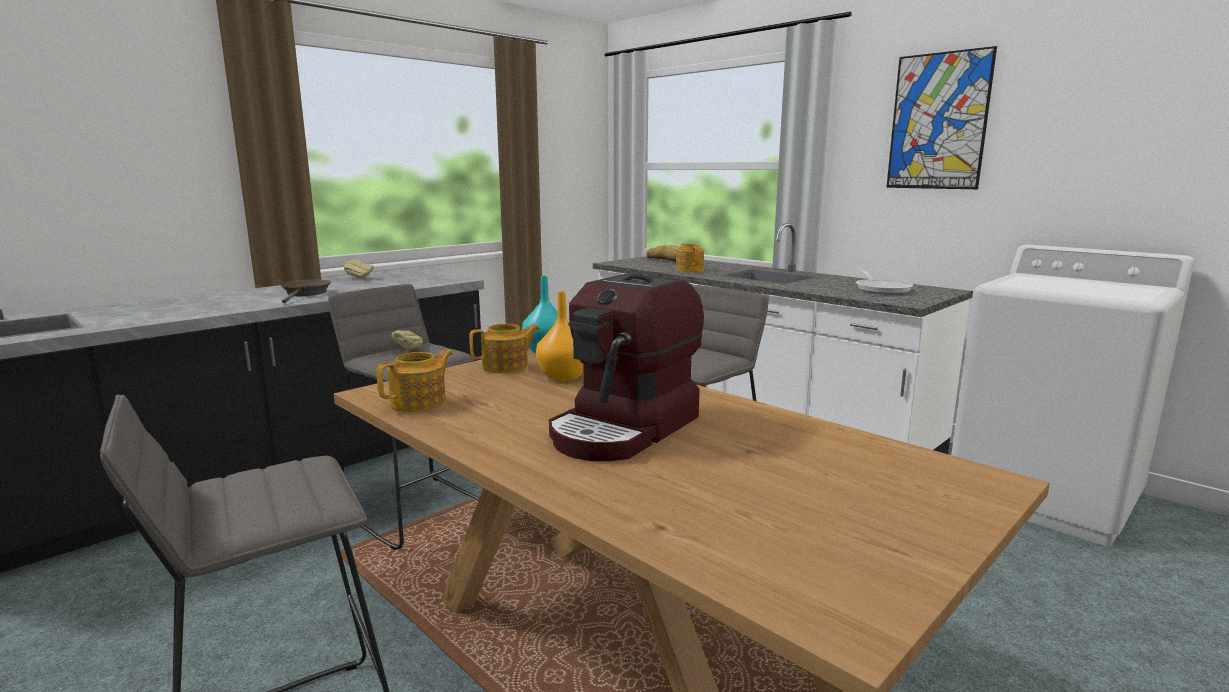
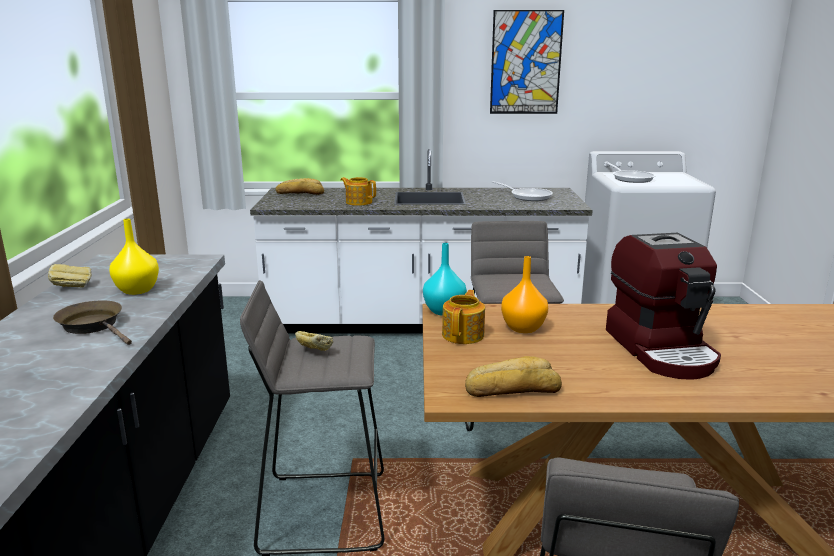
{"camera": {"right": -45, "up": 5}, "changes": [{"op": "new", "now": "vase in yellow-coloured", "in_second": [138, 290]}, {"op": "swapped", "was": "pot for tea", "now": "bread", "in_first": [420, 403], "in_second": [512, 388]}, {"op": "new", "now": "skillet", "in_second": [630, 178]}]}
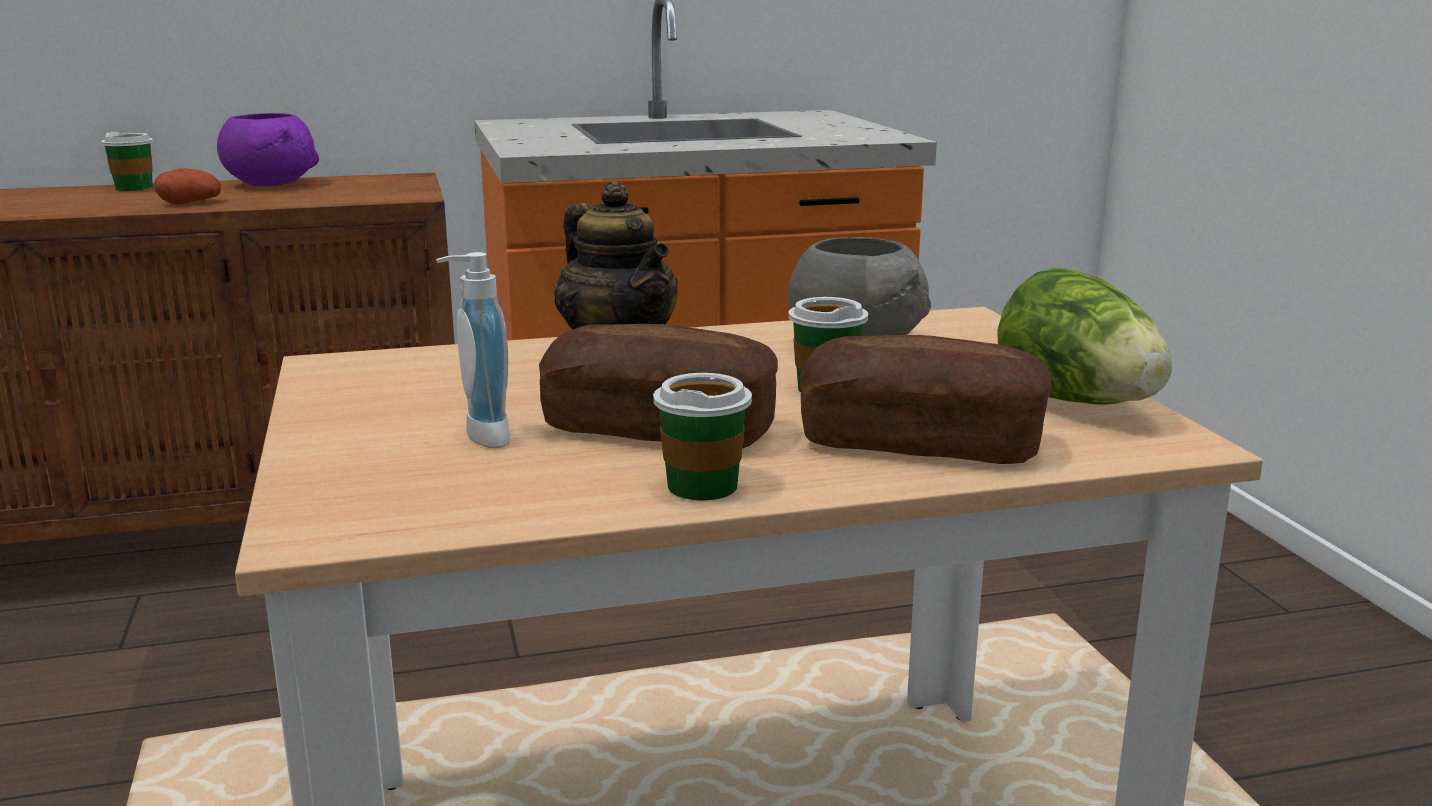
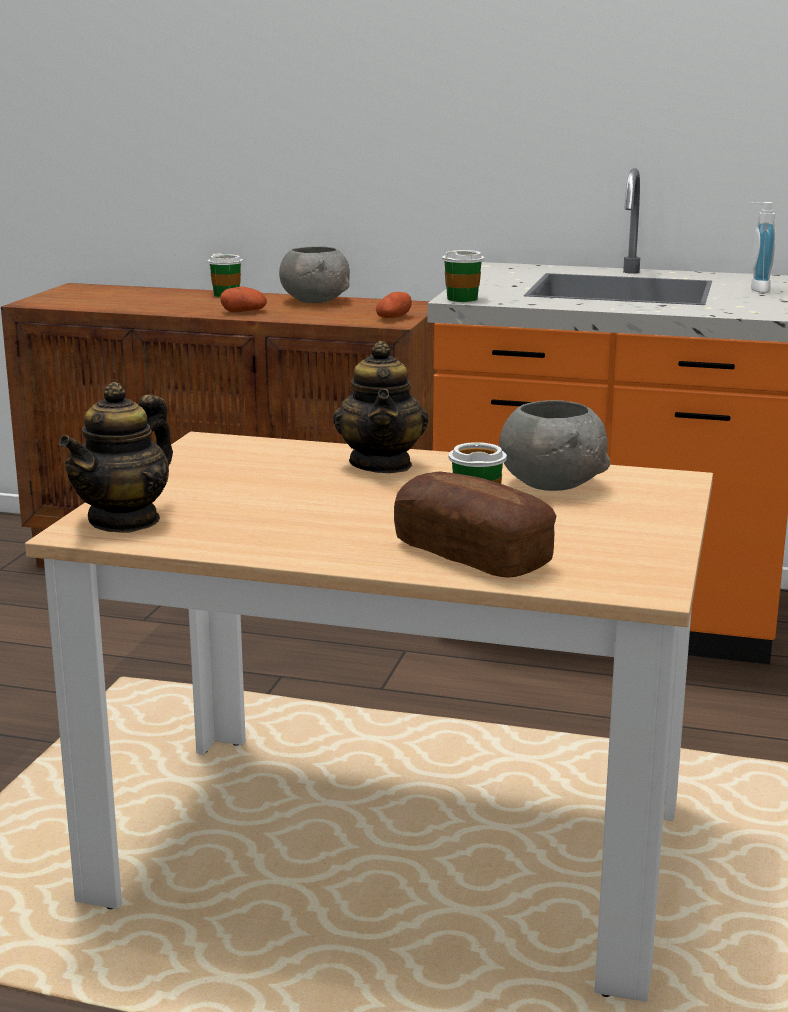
{"camera": {"right": 30, "up": 0}, "changes": [{"op": "new", "now": "pot for tea", "in_second": [124, 520]}, {"op": "repainted", "was": "serving bowl in purple", "now": "serving bowl in greyish", "in_first": [270, 184], "in_second": [315, 301]}, {"op": "new", "now": "whole potato", "in_second": [394, 318]}, {"op": "shifted", "was": "small cup", "in_first": [702, 486], "in_second": [462, 299]}, {"op": "shifted", "was": "soap dispenser", "in_first": [479, 438], "in_second": [756, 289]}, {"op": "gone", "was": "bread", "in_first": [659, 429]}, {"op": "gone", "was": "lettuce head", "in_first": [1079, 403]}]}
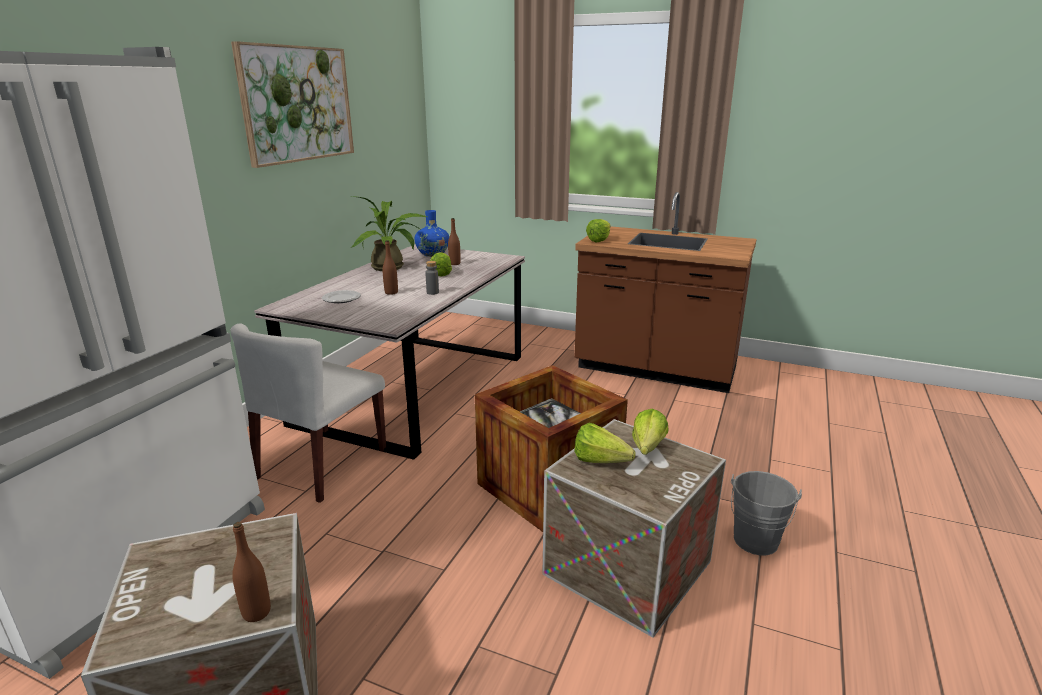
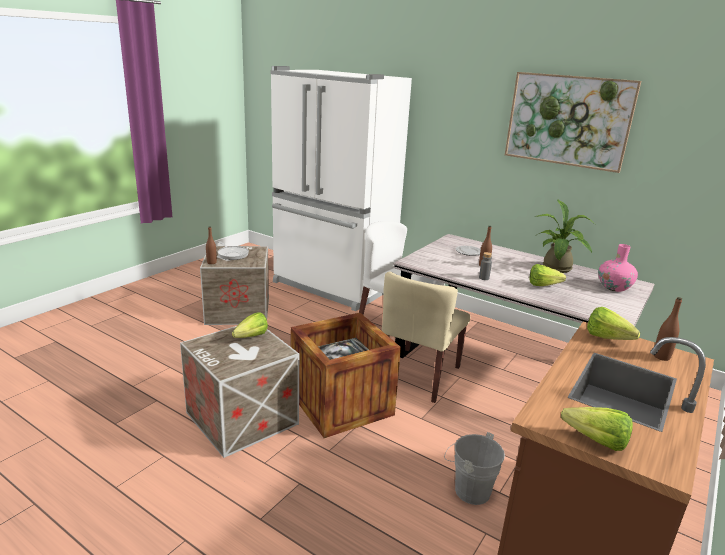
{"camera": {"right": 100, "up": 0}, "changes": [{"op": "new", "now": "skillet", "in_second": [232, 254]}, {"op": "new", "now": "upright chair in sand-coloured", "in_second": [419, 375]}, {"op": "shifted", "was": "bucket in greyish", "in_first": [755, 544], "in_second": [468, 489]}, {"op": "shifted", "was": "lettuce head", "in_first": [645, 450], "in_second": [591, 439]}, {"op": "repainted", "was": "vase in blue", "now": "vase in pink", "in_first": [433, 254], "in_second": [614, 287]}, {"op": "shifted", "was": "drink bottle in brownish", "in_first": [454, 263], "in_second": [661, 357]}]}
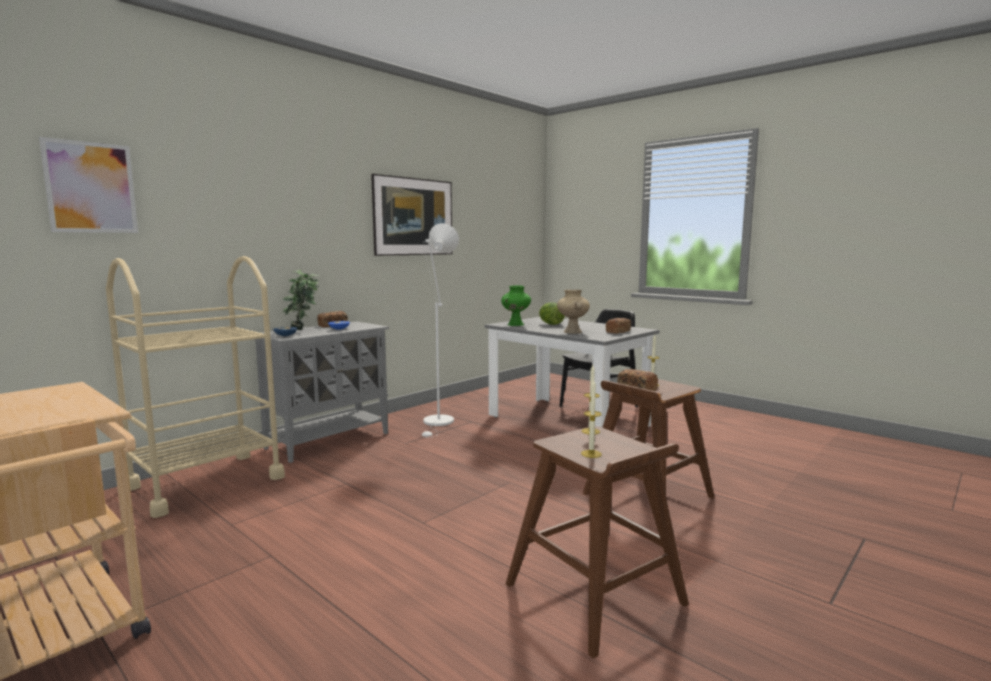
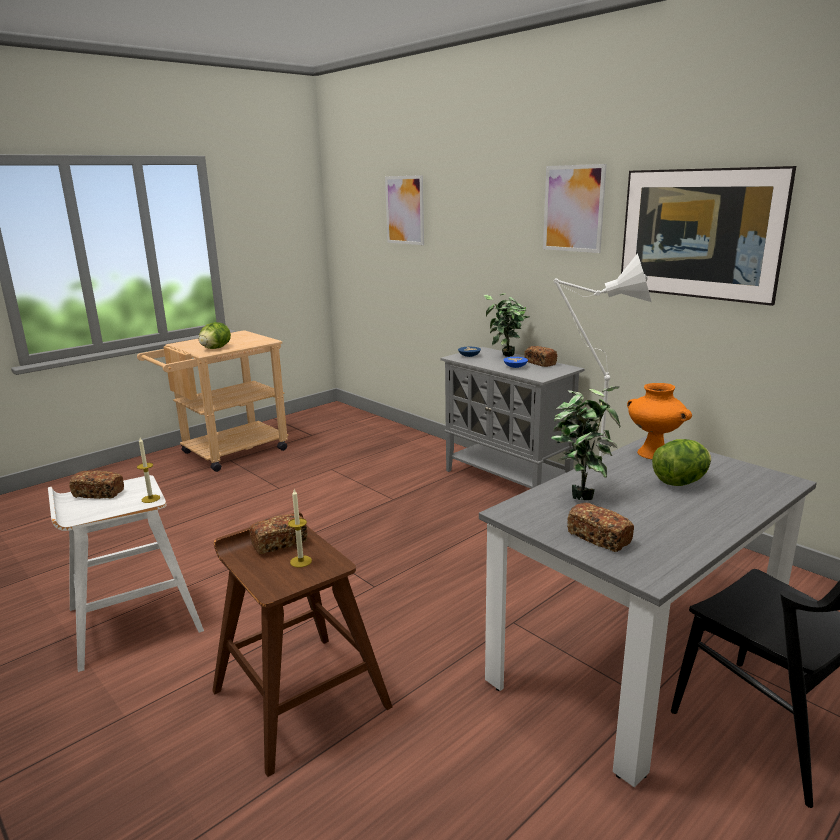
{"camera": {"right": 95, "up": 10}, "changes": [{"op": "repainted", "was": "stool seat in brownish", "now": "stool seat in white-coloured", "in_first": [595, 595], "in_second": [132, 619]}, {"op": "swapped", "was": "candle", "now": "bread", "in_first": [591, 454], "in_second": [99, 493]}, {"op": "new", "now": "lettuce head", "in_second": [215, 348]}, {"op": "new", "now": "wall picture", "in_second": [573, 208]}, {"op": "swapped", "was": "vase in sand-coloured", "now": "potted plant", "in_first": [572, 332], "in_second": [580, 493]}, {"op": "repainted", "was": "vase in green-coloured", "now": "vase in orange-coloured", "in_first": [515, 325], "in_second": [652, 454]}, {"op": "gone", "was": "trolley in sand-coloured", "in_first": [206, 482]}]}
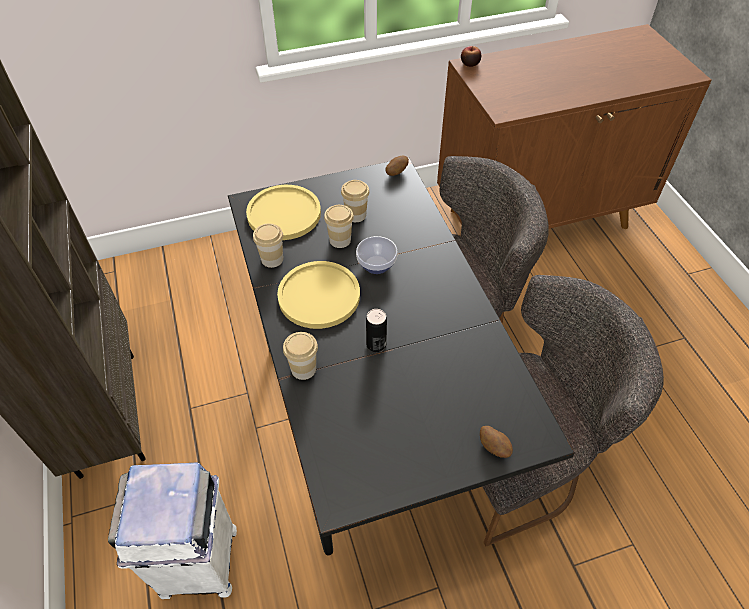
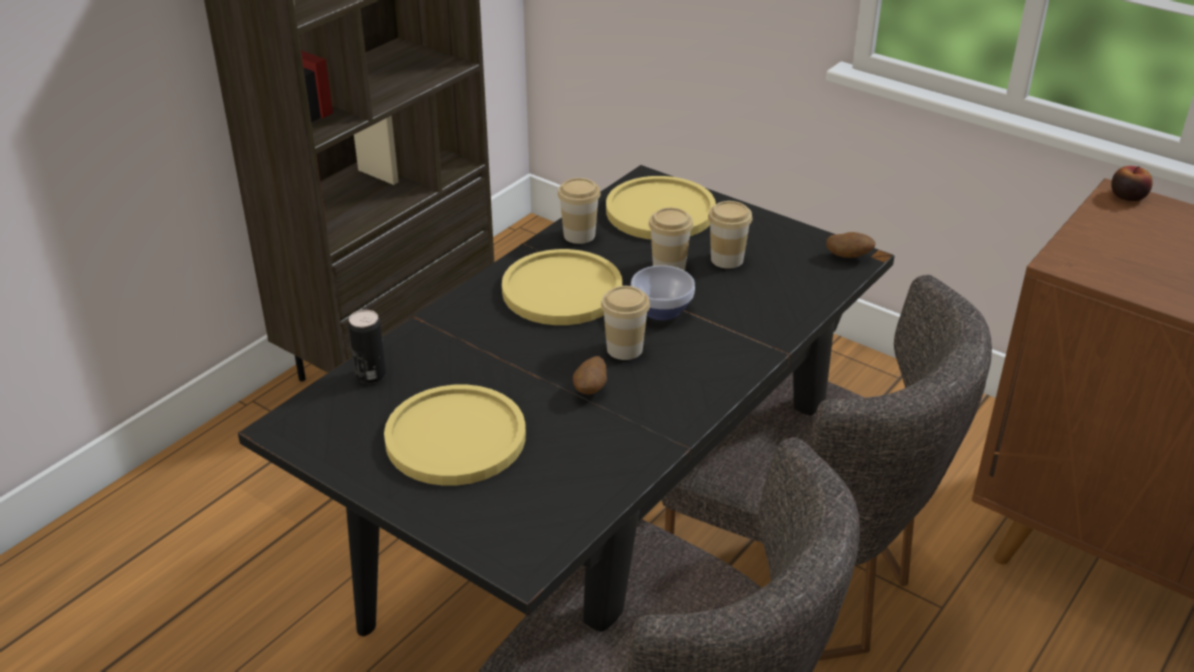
{"camera": {"right": 55, "up": -15}, "changes": [{"op": "shifted", "was": "sealed can", "in_first": [376, 344], "in_second": [371, 375]}, {"op": "new", "now": "flat dish in yellow-coloured", "in_second": [455, 437]}, {"op": "shifted", "was": "whole potato", "in_first": [494, 447], "in_second": [591, 389]}, {"op": "shifted", "was": "small cup", "in_first": [303, 369], "in_second": [624, 349]}, {"op": "gone", "was": "trash can in white-coloured", "in_first": [198, 563]}]}
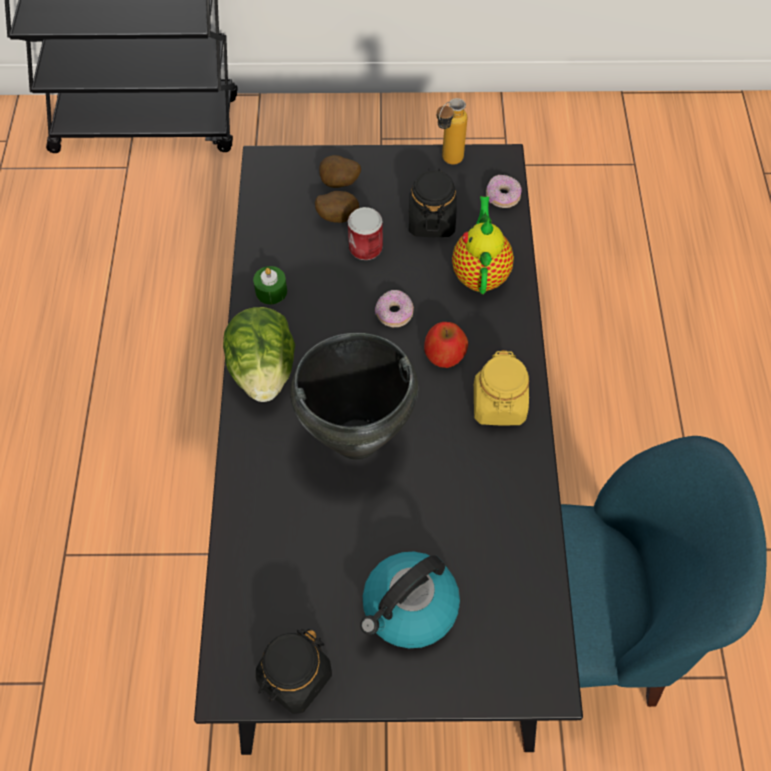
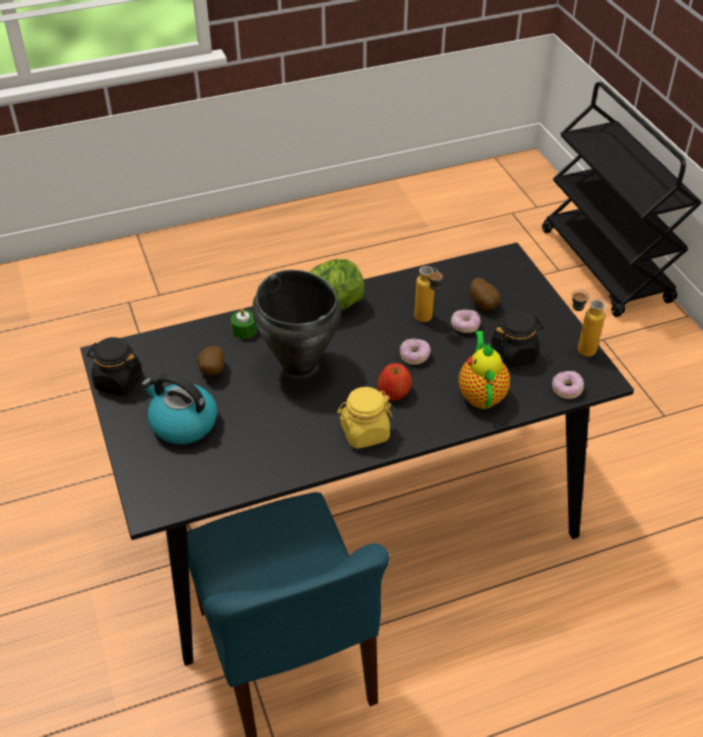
{"camera": {"right": 70, "up": -15}, "changes": [{"op": "shifted", "was": "whole potato", "in_first": [339, 184], "in_second": [211, 371]}, {"op": "shifted", "was": "candle in green-coloured", "in_first": [271, 291], "in_second": [244, 330]}, {"op": "new", "now": "drink bottle", "in_second": [427, 321]}, {"op": "swapped", "was": "sealed can", "now": "doughnut", "in_first": [365, 248], "in_second": [465, 326]}, {"op": "rotated", "was": "pot for tea", "in_first": [480, 272], "in_second": [481, 394], "clockwise": -75}]}
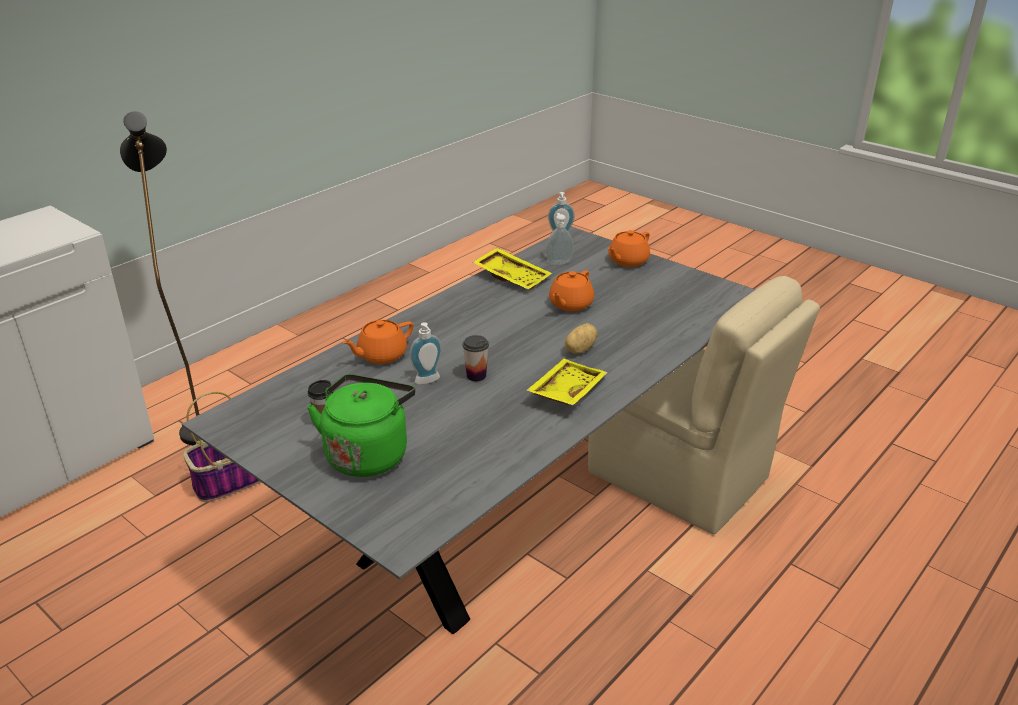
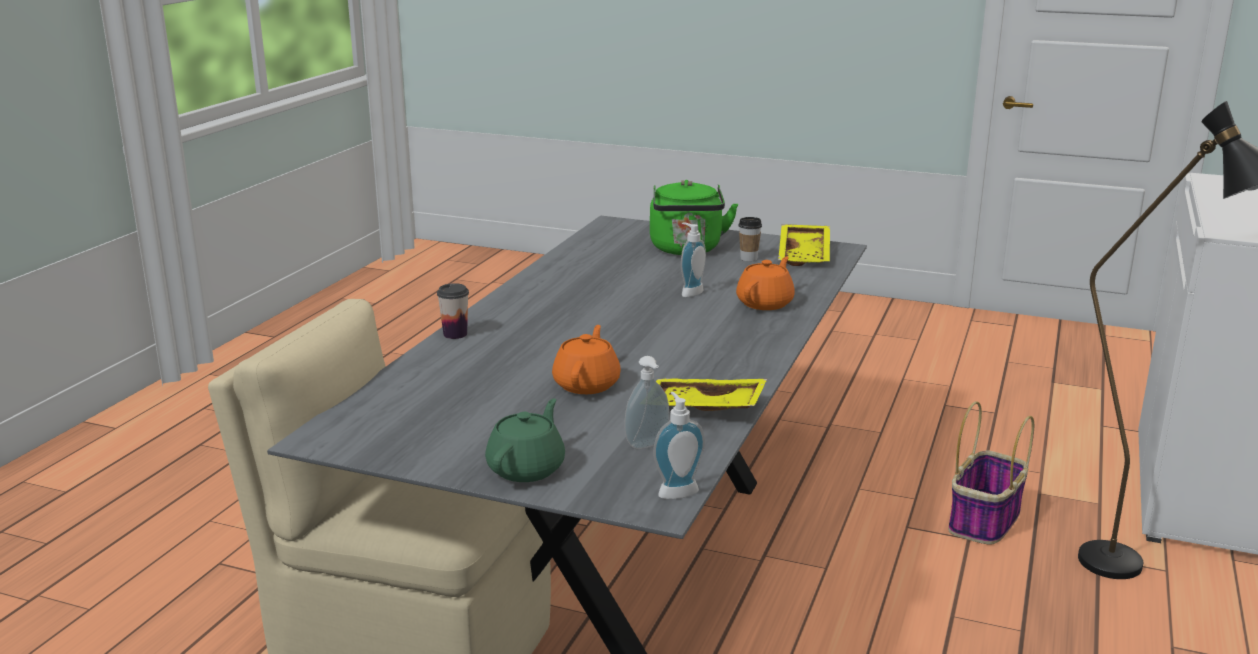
{"camera": {"right": 160, "up": -10}, "changes": [{"op": "shifted", "was": "small cup", "in_first": [476, 376], "in_second": [455, 334]}, {"op": "repainted", "was": "pot for tea in orange-coloured", "now": "pot for tea in green-coloured", "in_first": [627, 261], "in_second": [527, 468]}, {"op": "shifted", "was": "carrying tray in yellow-coloured", "in_first": [565, 391], "in_second": [806, 255]}, {"op": "gone", "was": "whole potato", "in_first": [579, 349]}]}
